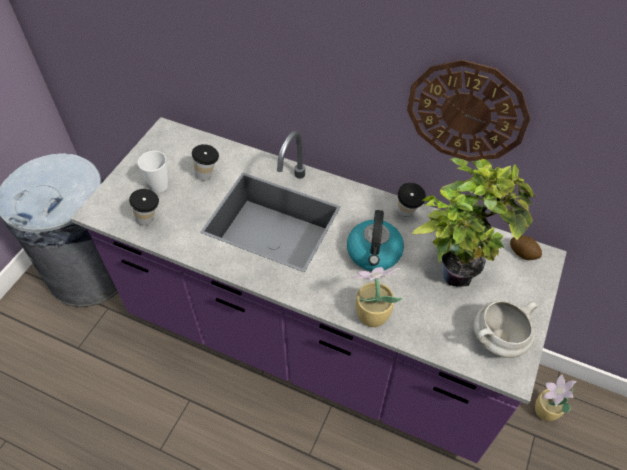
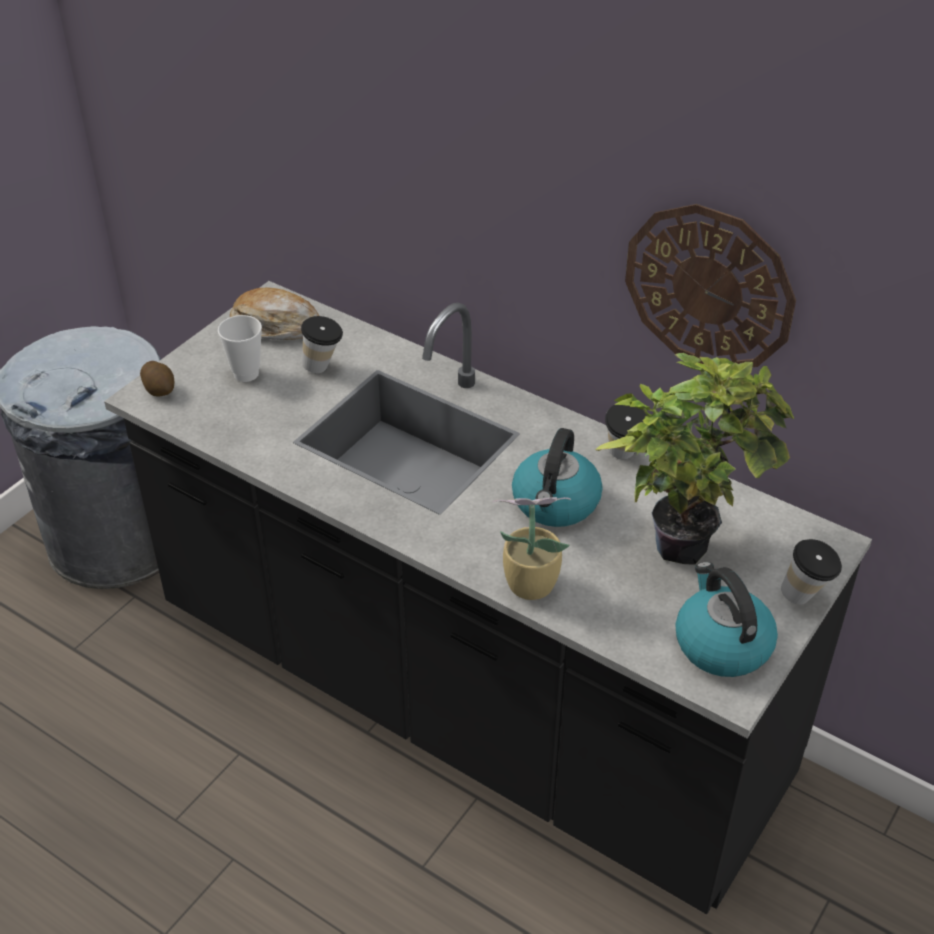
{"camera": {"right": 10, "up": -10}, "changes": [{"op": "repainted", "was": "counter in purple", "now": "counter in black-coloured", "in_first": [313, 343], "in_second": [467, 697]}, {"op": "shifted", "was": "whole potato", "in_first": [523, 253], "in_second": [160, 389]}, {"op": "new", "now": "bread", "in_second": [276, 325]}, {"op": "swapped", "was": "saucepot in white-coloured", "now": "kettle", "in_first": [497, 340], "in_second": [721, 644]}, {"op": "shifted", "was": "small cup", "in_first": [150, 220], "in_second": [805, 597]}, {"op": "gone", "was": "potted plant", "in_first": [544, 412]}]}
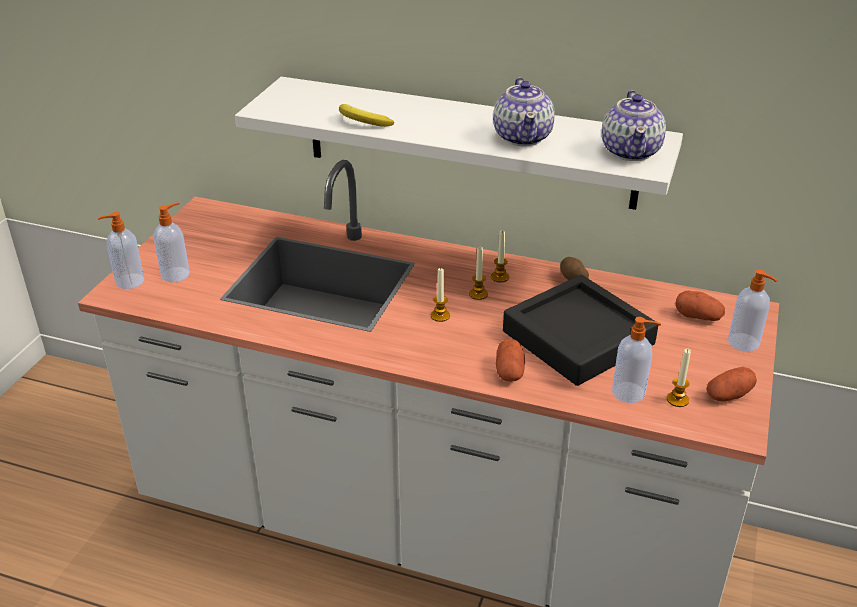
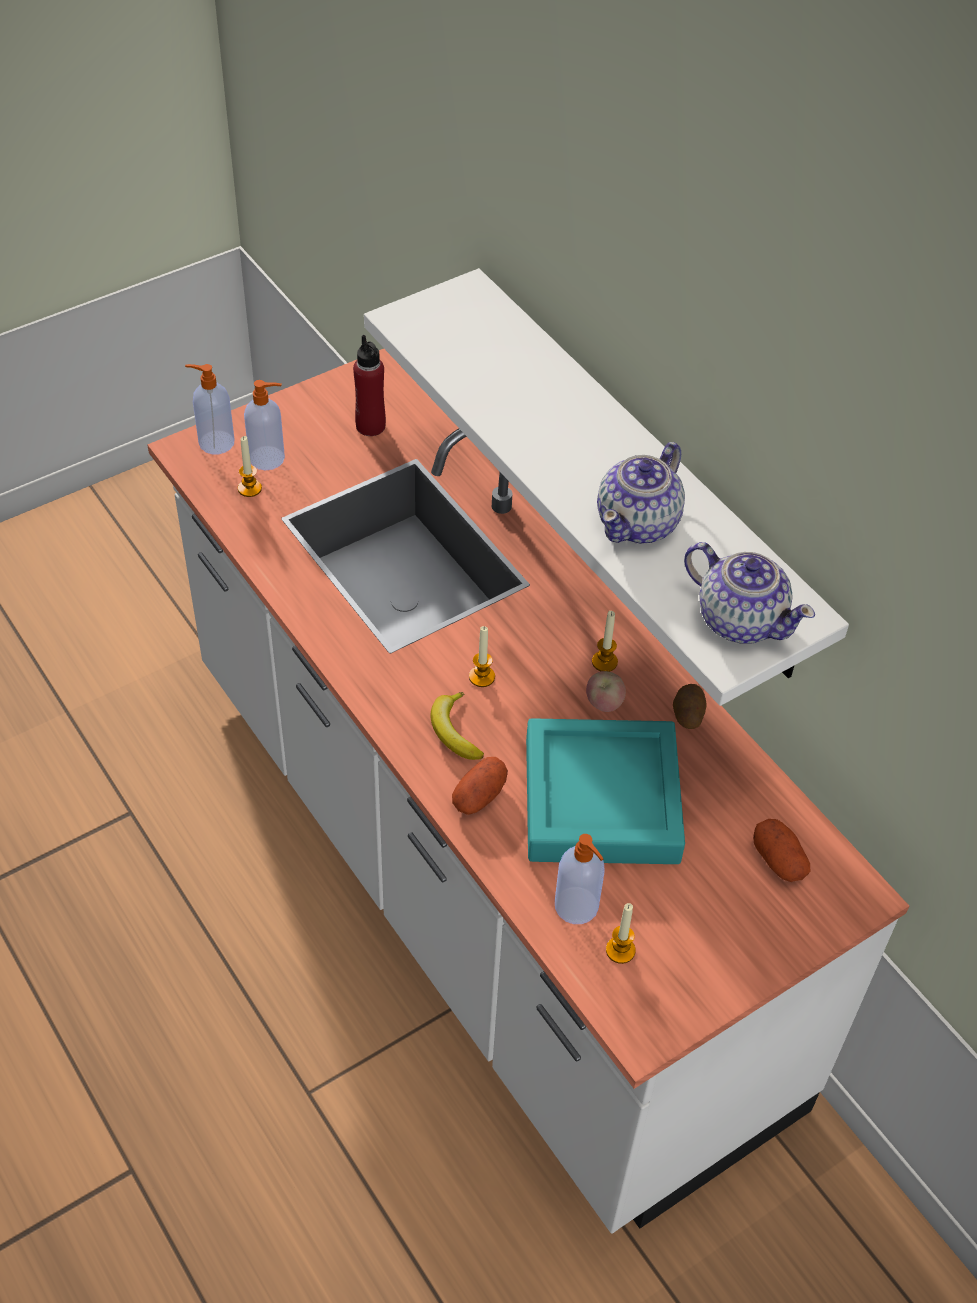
{"camera": {"right": 35, "up": 15}, "changes": [{"op": "shifted", "was": "candle", "in_first": [478, 294], "in_second": [249, 488]}, {"op": "new", "now": "drink bottle in red", "in_second": [370, 426]}, {"op": "shifted", "was": "whole banana", "in_first": [362, 122], "in_second": [454, 731]}, {"op": "repainted", "was": "carrying tray in black-coloured", "now": "carrying tray in turquoise", "in_first": [578, 338], "in_second": [601, 800]}, {"op": "new", "now": "whole apple", "in_second": [604, 704]}, {"op": "rotated", "was": "pot for tea", "in_first": [631, 151], "in_second": [740, 619], "clockwise": -90}, {"op": "gone", "was": "whole potato", "in_first": [729, 395]}, {"op": "gone", "was": "soap dispenser", "in_first": [744, 343]}]}
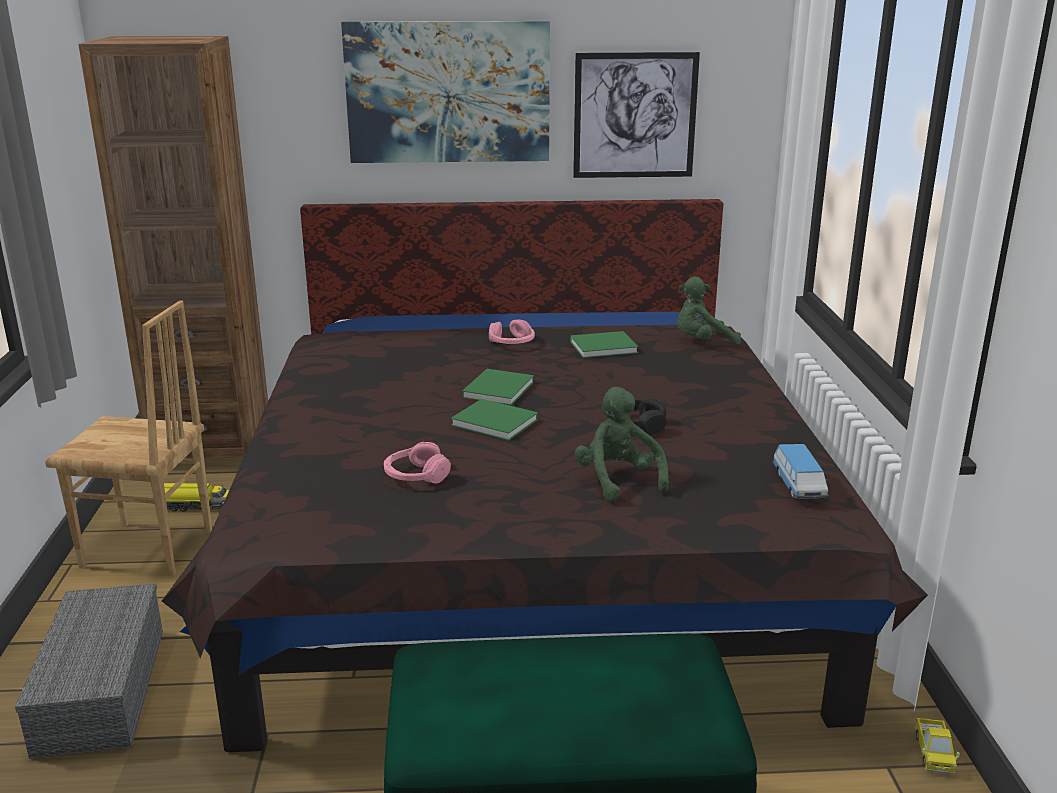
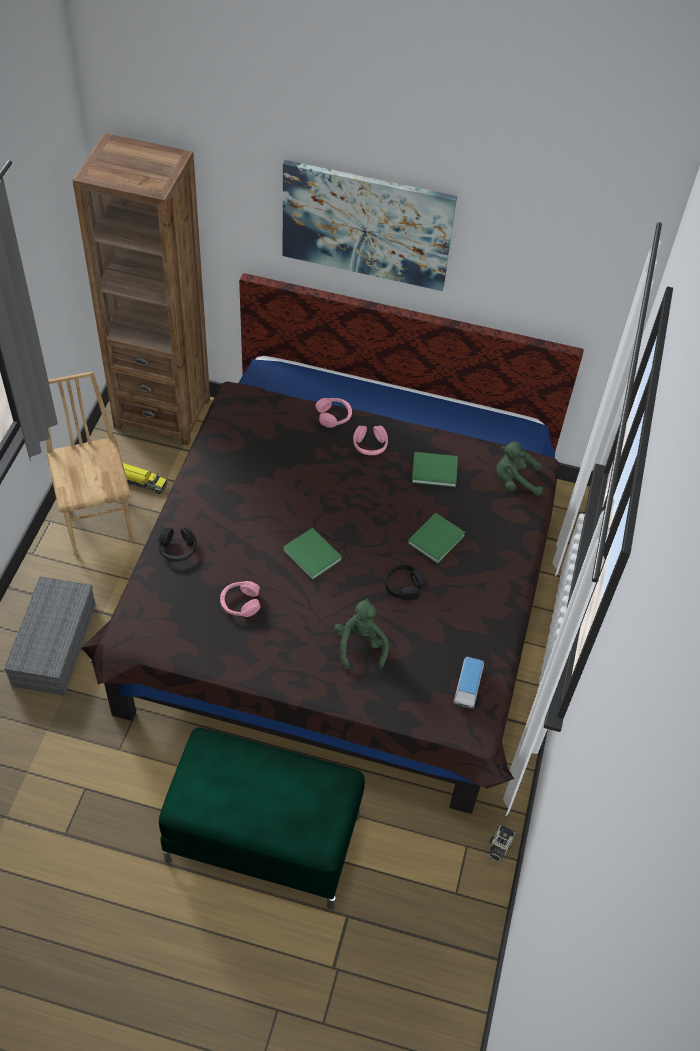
{"camera": {"right": 15, "up": 30}, "changes": [{"op": "rotated", "was": "upright chair in brownish", "in_first": [147, 550], "in_second": [99, 521], "clockwise": -135}, {"op": "new", "now": "headphones in black-coloured", "in_second": [177, 549]}, {"op": "new", "now": "headphones in pink", "in_second": [334, 416]}, {"op": "shifted", "was": "bound book in green-coloured", "in_first": [499, 389], "in_second": [437, 538]}, {"op": "swapped", "was": "model truck", "now": "photo camera", "in_first": [933, 754], "in_second": [499, 846]}, {"op": "gone", "was": "wall picture", "in_first": [635, 116]}]}
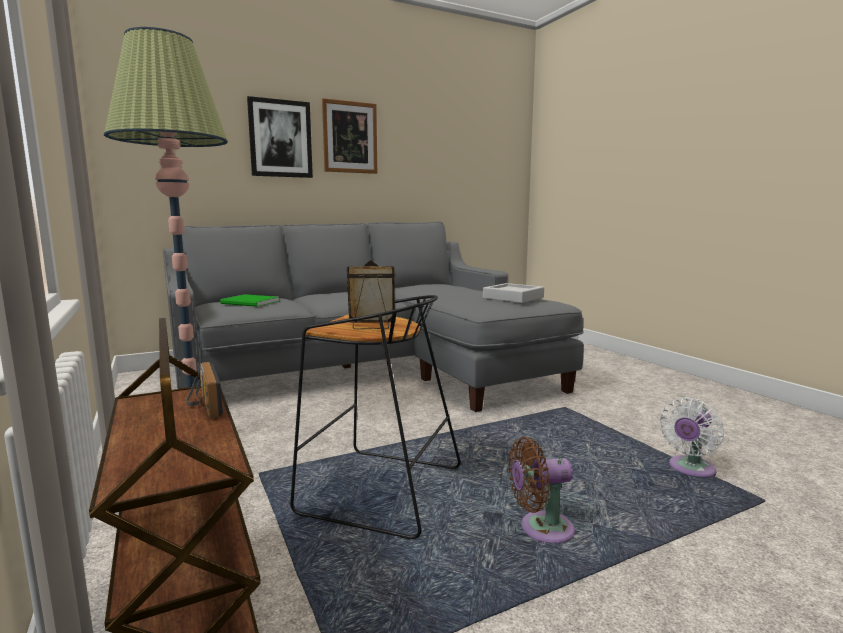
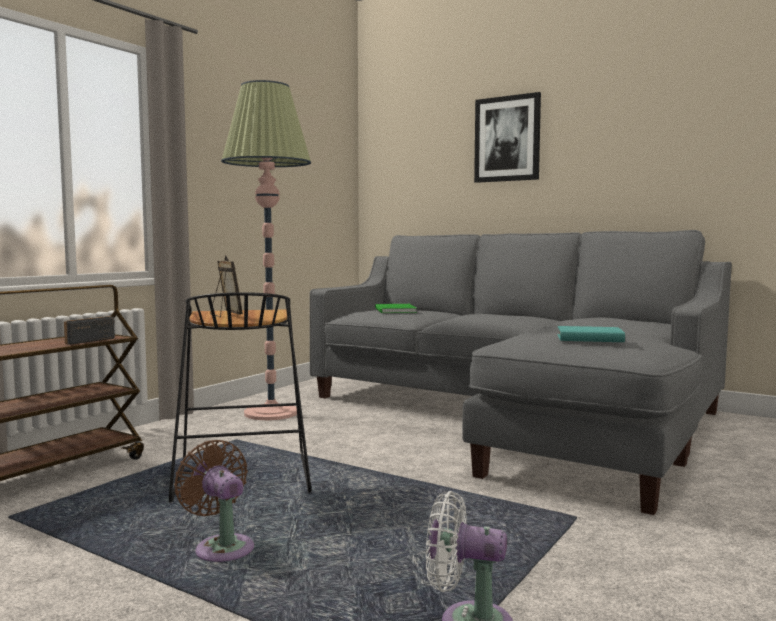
{"camera": {"right": 60, "up": -5}, "changes": [{"op": "swapped", "was": "carrying tray in greyish", "now": "bound book in turquoise", "in_first": [513, 298], "in_second": [589, 339]}, {"op": "gone", "was": "wall picture", "in_first": [350, 137]}]}
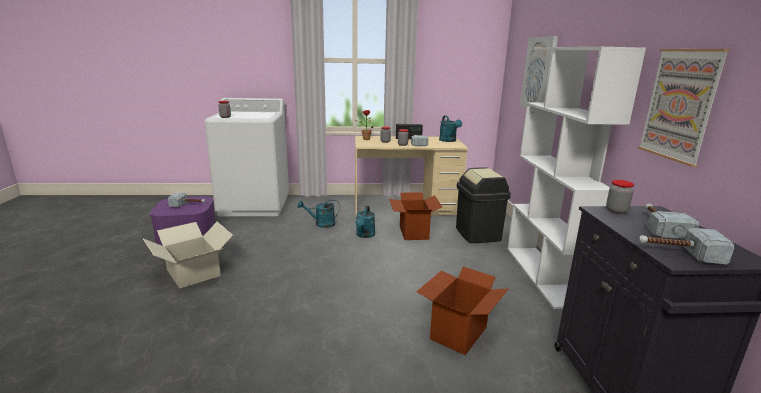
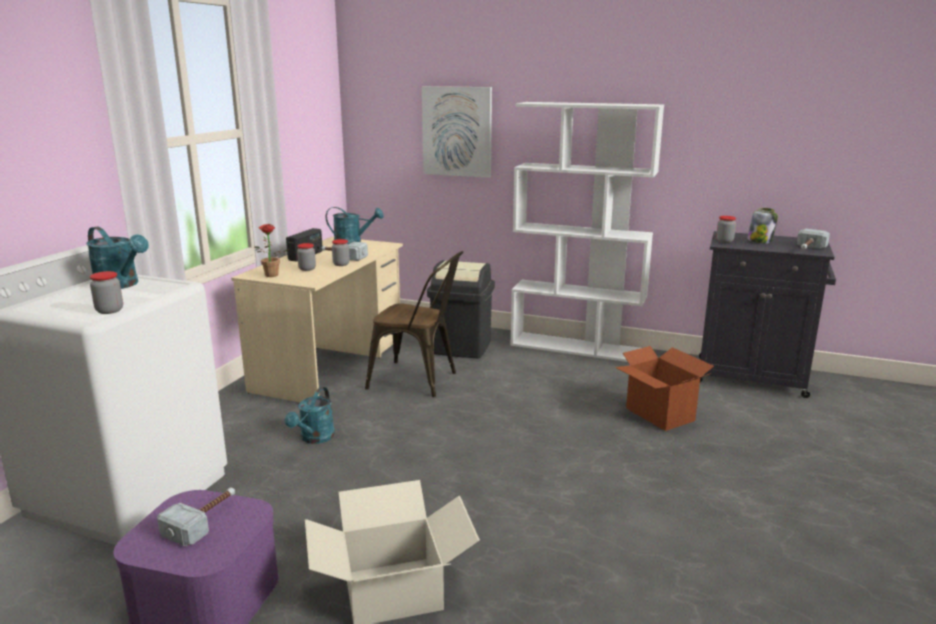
{"camera": {"right": -65, "up": 0}, "changes": [{"op": "shifted", "was": "watering pot in turquoise", "in_first": [364, 235], "in_second": [121, 285]}, {"op": "swapped", "was": "packing box", "now": "upright chair in brownish", "in_first": [413, 232], "in_second": [419, 380]}, {"op": "swapped", "was": "tool hammer", "now": "jar", "in_first": [659, 227], "in_second": [760, 241]}, {"op": "gone", "was": "wall picture", "in_first": [680, 105]}]}
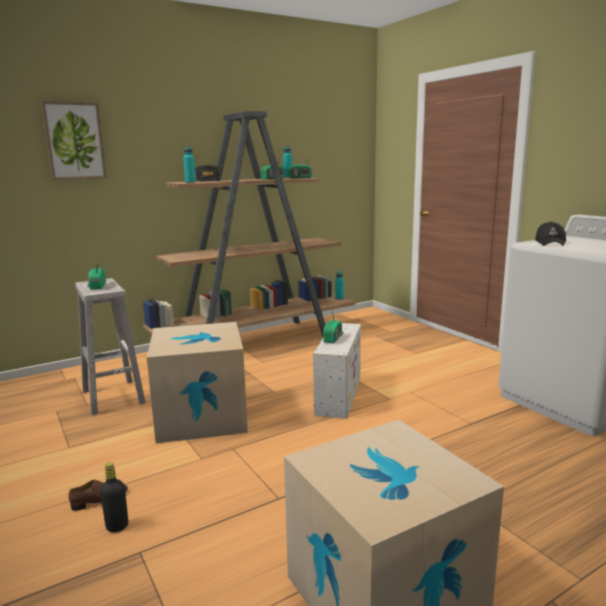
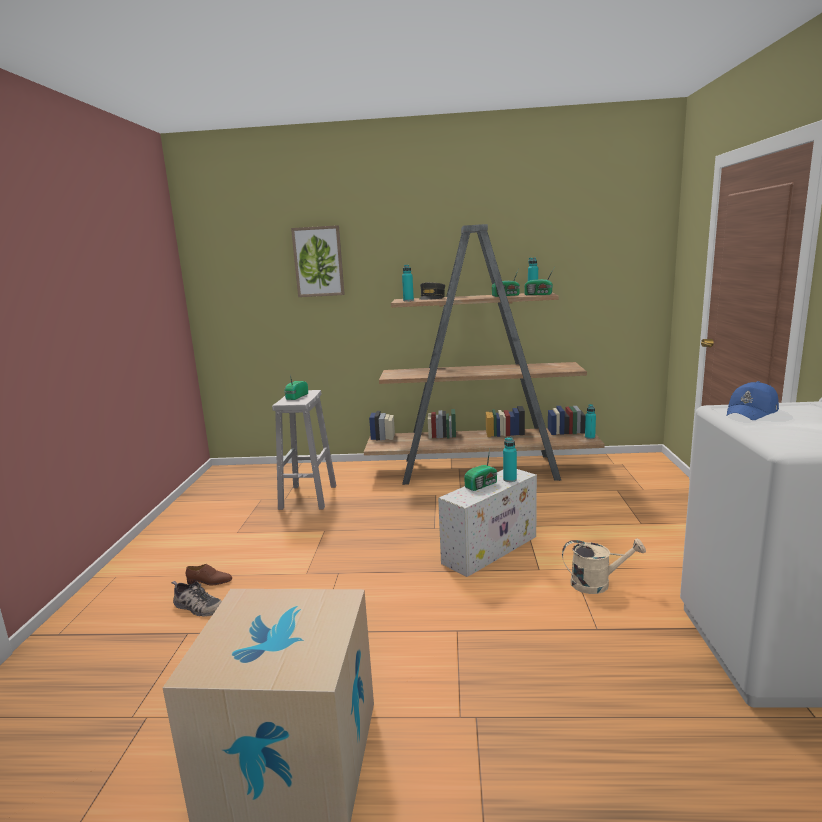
{"camera": {"right": 35, "up": 0}, "changes": [{"op": "swapped", "was": "drink bottle in black-coloured", "now": "item of footwear", "in_first": [117, 526], "in_second": [197, 607]}, {"op": "new", "now": "drink bottle in turquoise", "in_second": [510, 479]}, {"op": "new", "now": "watering pot in sand-coloured", "in_second": [597, 584]}, {"op": "repainted", "was": "baseball cap in black-coloured", "now": "baseball cap in blue", "in_first": [550, 243], "in_second": [752, 412]}, {"op": "gone", "was": "packing box", "in_first": [201, 417]}]}
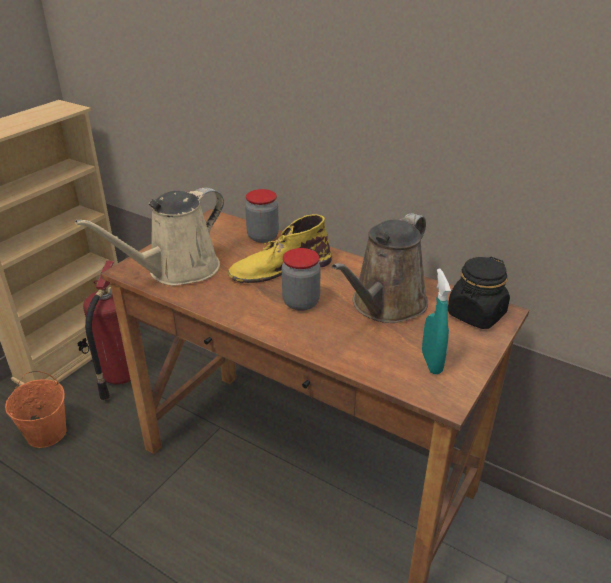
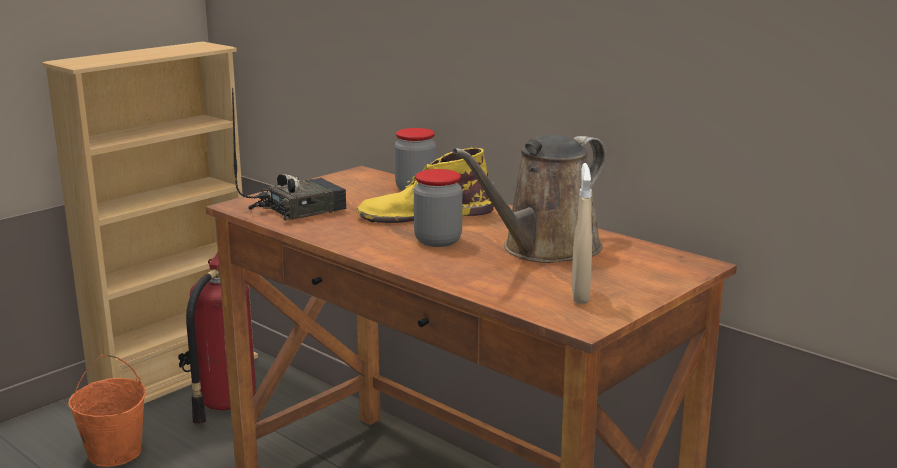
{"camera": {"right": 10, "up": -15}, "changes": [{"op": "swapped", "was": "watering pot in sand-coloured", "now": "radio set", "in_first": [177, 270], "in_second": [298, 209]}, {"op": "repainted", "was": "sprayer in turquoise", "now": "sprayer in sand-coloured", "in_first": [431, 363], "in_second": [580, 295]}, {"op": "gone", "was": "jar in black-coloured", "in_first": [476, 314]}]}
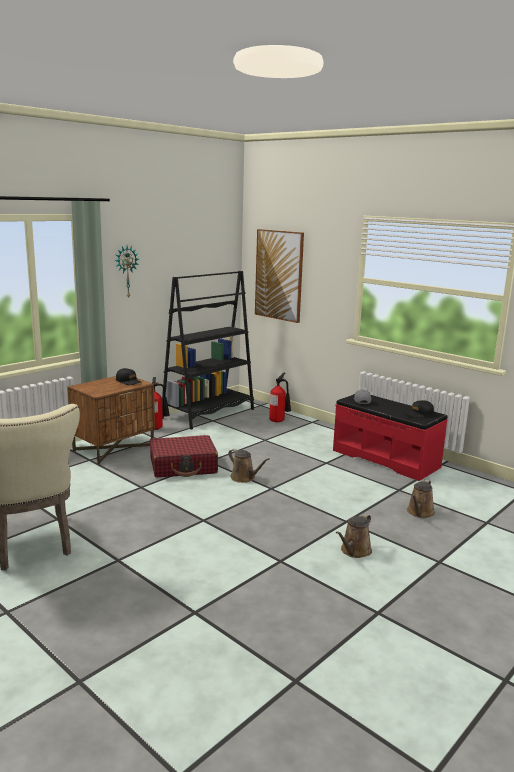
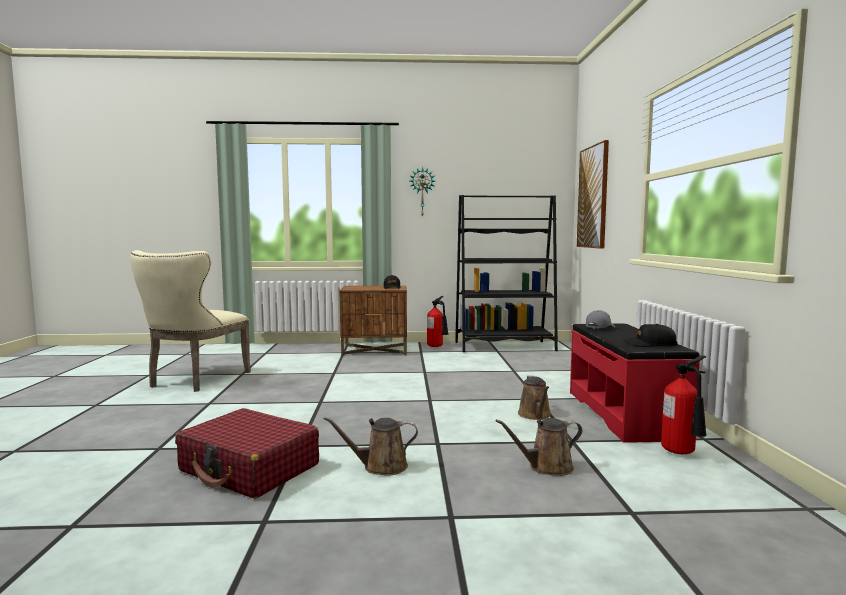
{"camera": {"right": 45, "up": -10}, "changes": [{"op": "shifted", "was": "piece of luggage in red", "in_first": [183, 466], "in_second": [249, 468]}, {"op": "shifted", "was": "watering pot in brownish", "in_first": [244, 478], "in_second": [535, 415]}, {"op": "shifted", "was": "extinguisher", "in_first": [279, 421], "in_second": [683, 453]}]}
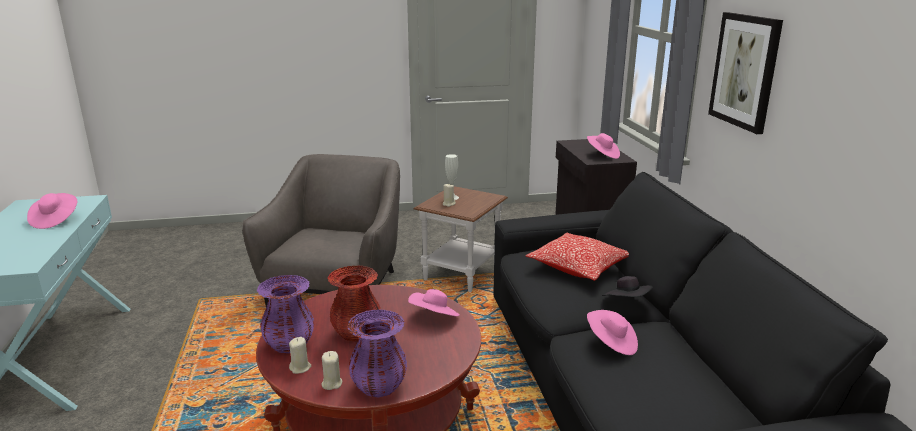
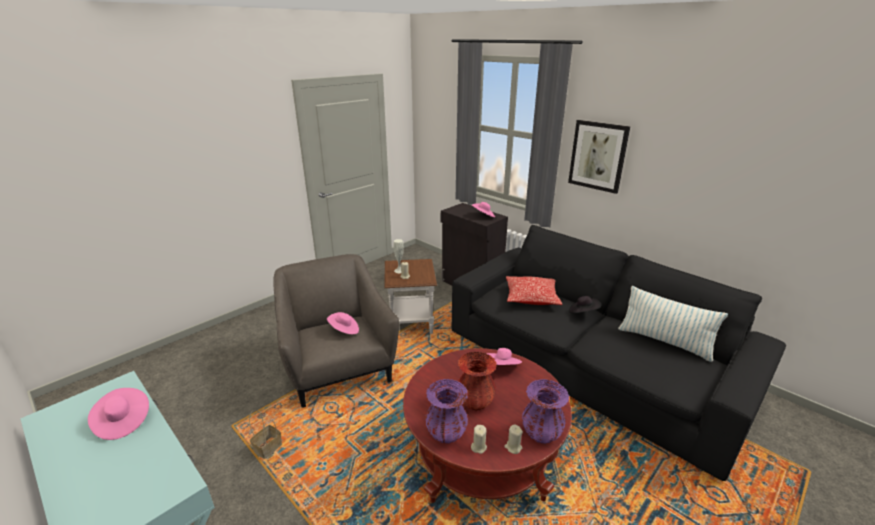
{"camera": {"right": -35, "up": 5}, "changes": [{"op": "new", "now": "storage basket", "in_second": [268, 447]}, {"op": "shifted", "was": "wearable hat in pink", "in_first": [611, 343], "in_second": [344, 330]}, {"op": "new", "now": "throw pillow", "in_second": [664, 341]}]}
